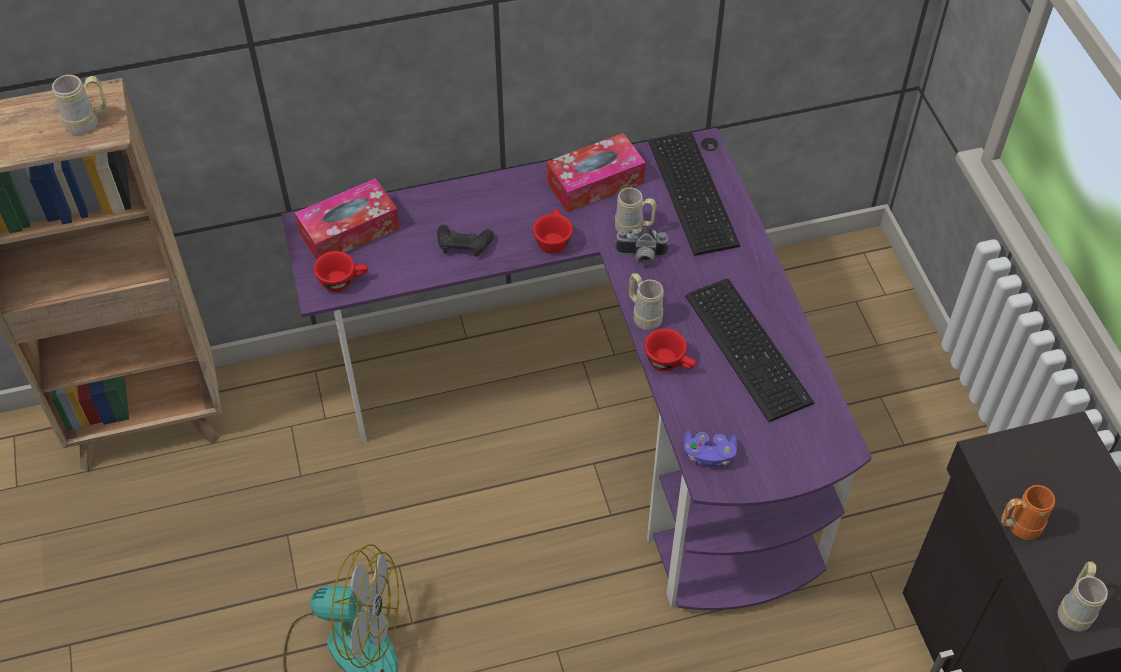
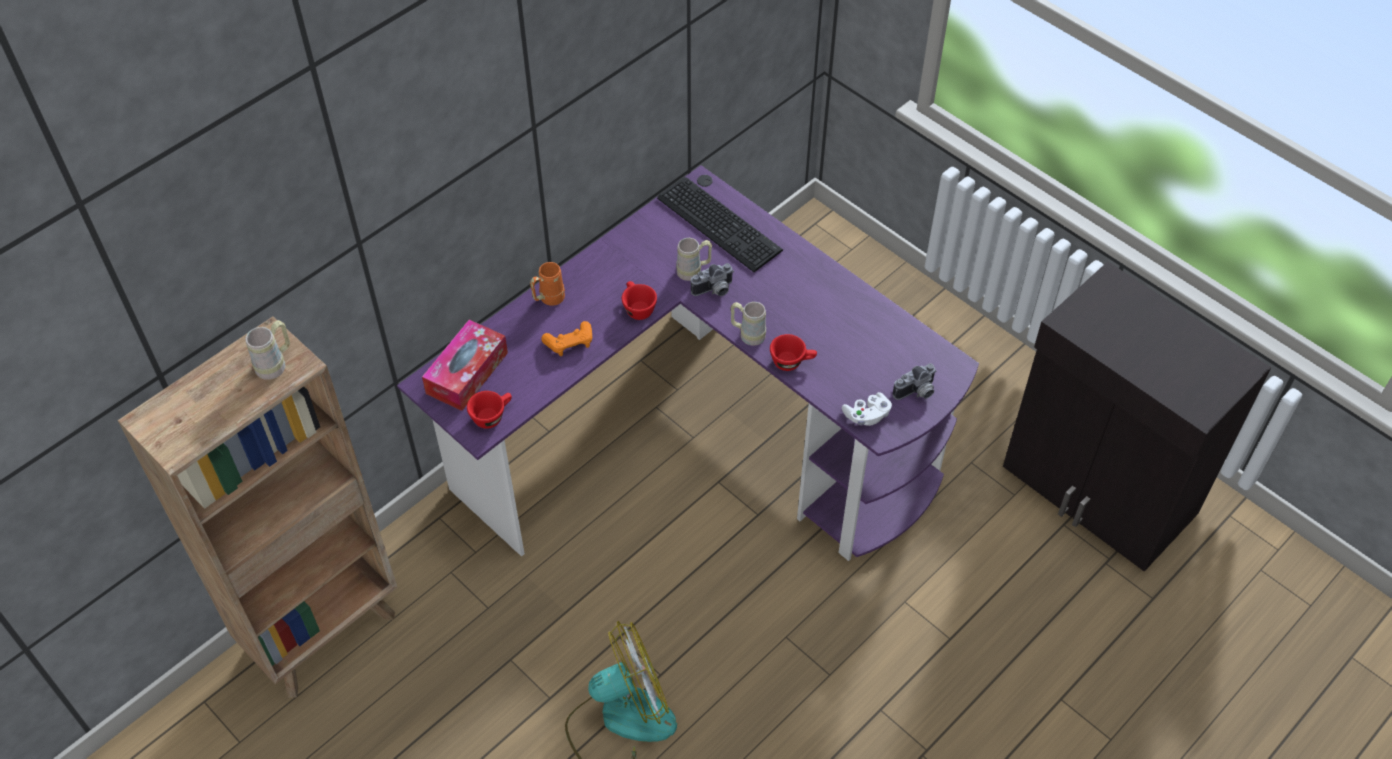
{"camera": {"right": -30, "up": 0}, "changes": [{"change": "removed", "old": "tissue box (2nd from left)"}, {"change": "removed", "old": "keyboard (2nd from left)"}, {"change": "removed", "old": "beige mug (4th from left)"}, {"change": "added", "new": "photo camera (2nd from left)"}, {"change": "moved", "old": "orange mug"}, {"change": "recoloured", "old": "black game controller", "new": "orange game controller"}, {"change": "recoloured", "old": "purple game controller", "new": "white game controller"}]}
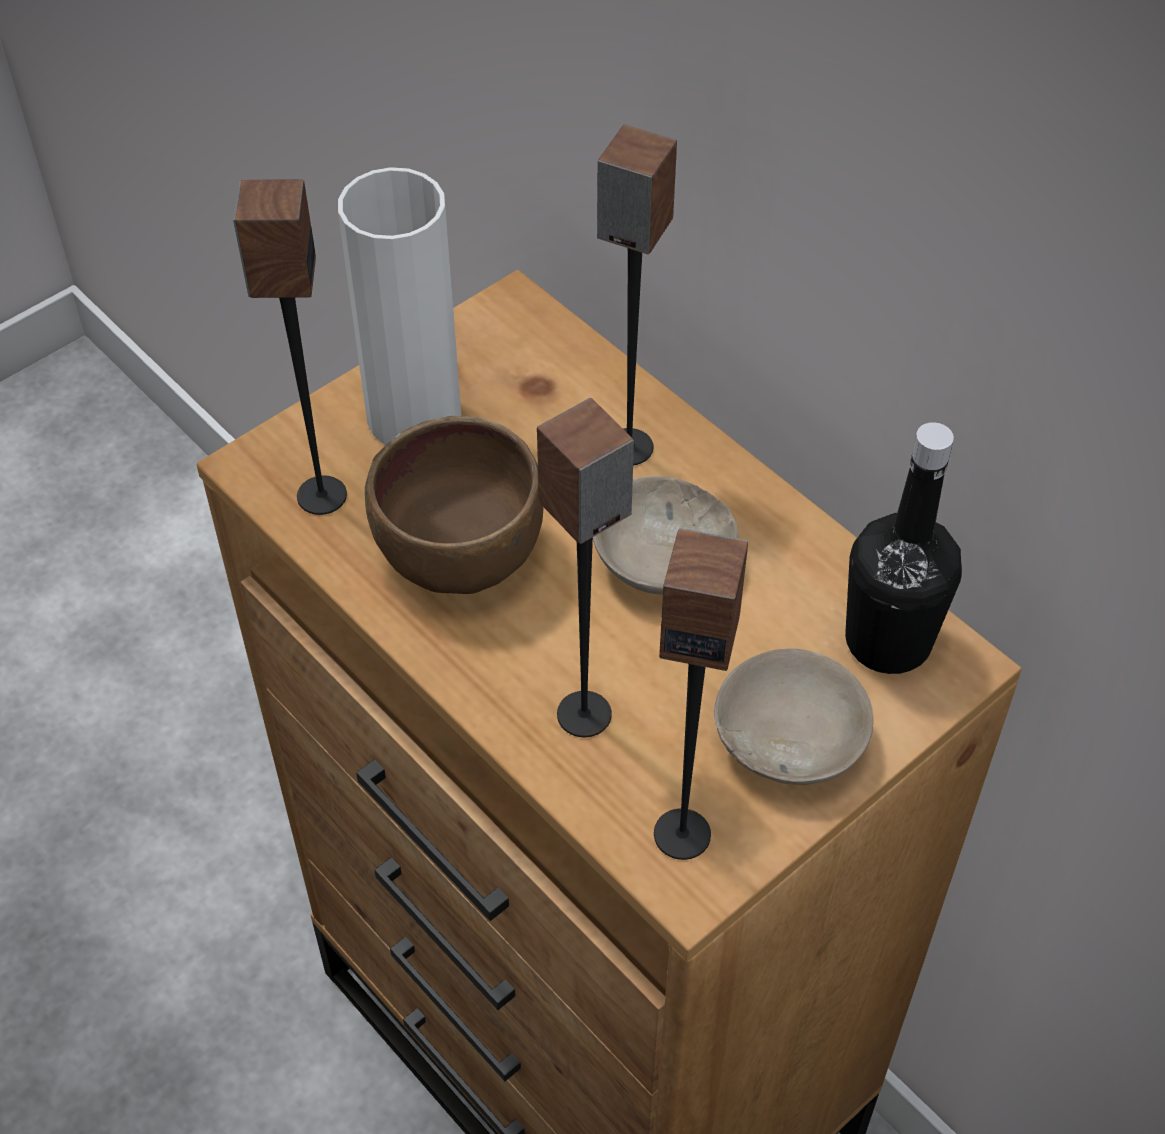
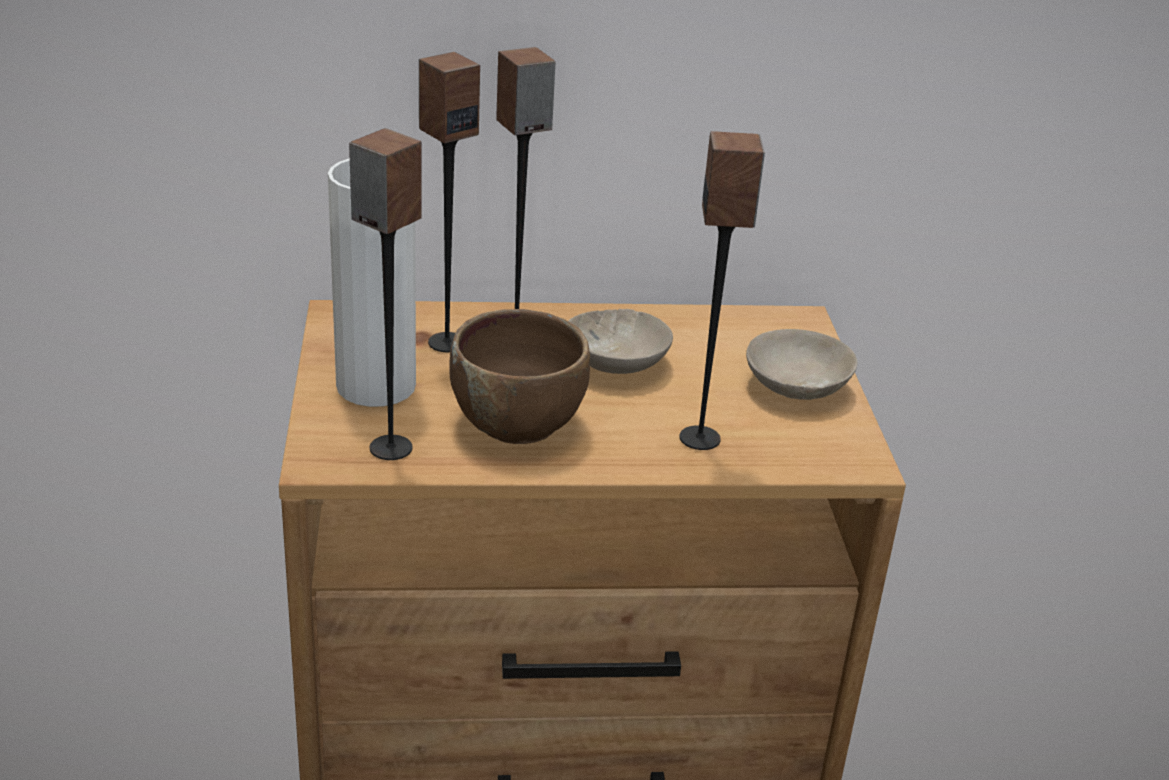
{"camera": {"right": -55, "up": -20}, "changes": [{"change": "removed", "old": "black bottle"}, {"change": "moved", "old": "speaker (4th from left in the first image)", "new": "speaker (2nd from left)"}]}
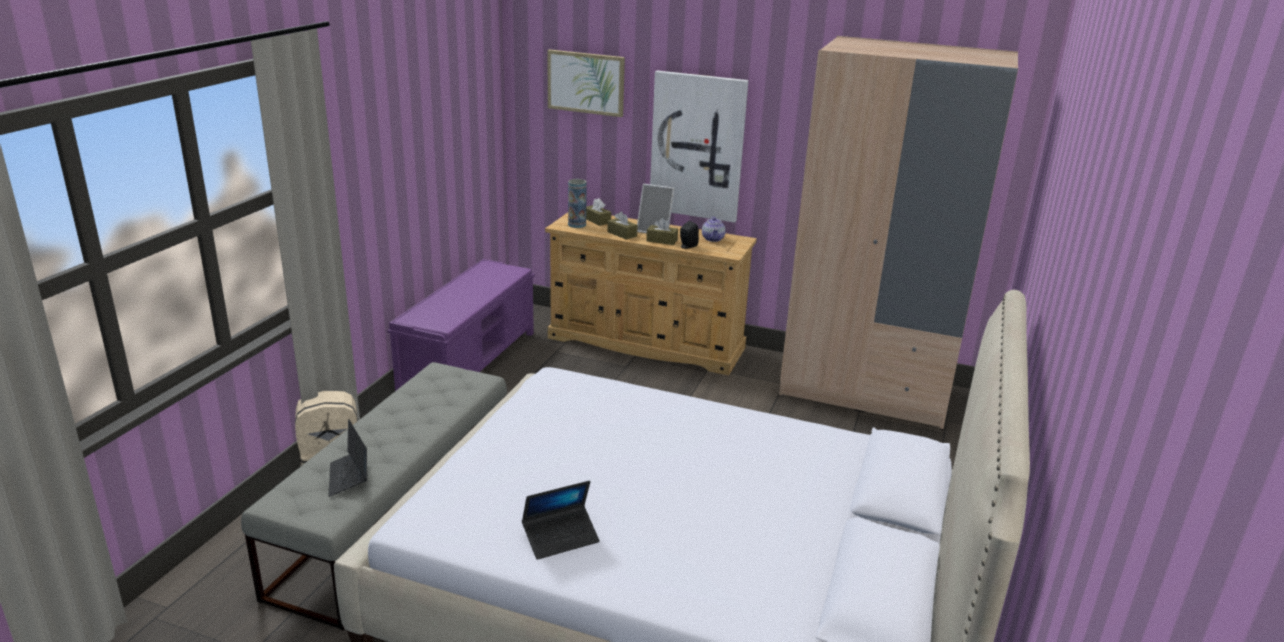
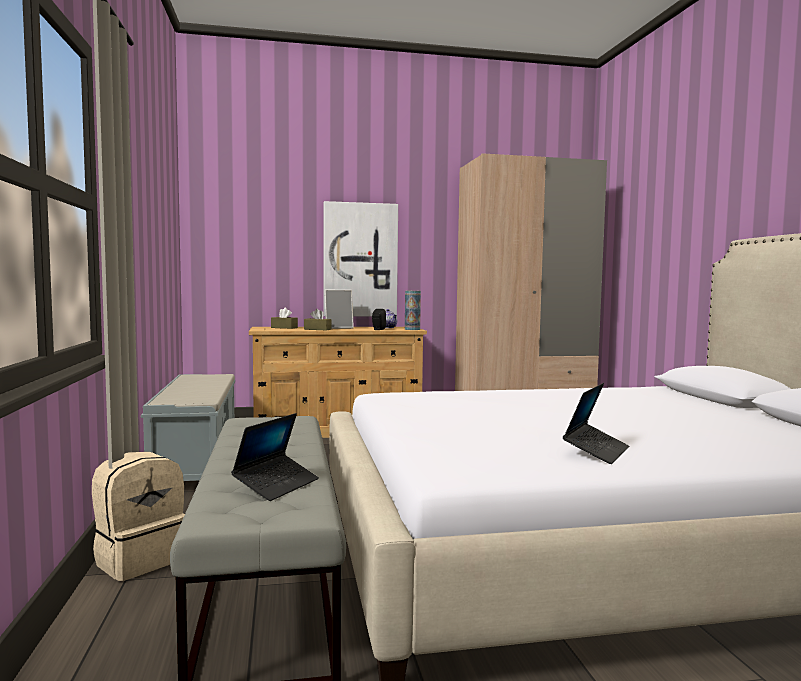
{"camera": {"right": -30, "up": -20}, "changes": [{"change": "removed", "old": "picture (1st from left)"}, {"change": "removed", "old": "brown tissue box (3rd from left)"}, {"change": "moved", "old": "vase"}, {"change": "recoloured", "old": "purple bench", "new": "grey bench (1st from left)"}, {"change": "turned", "old": "laptop (1st from left)", "degrees": -105}]}
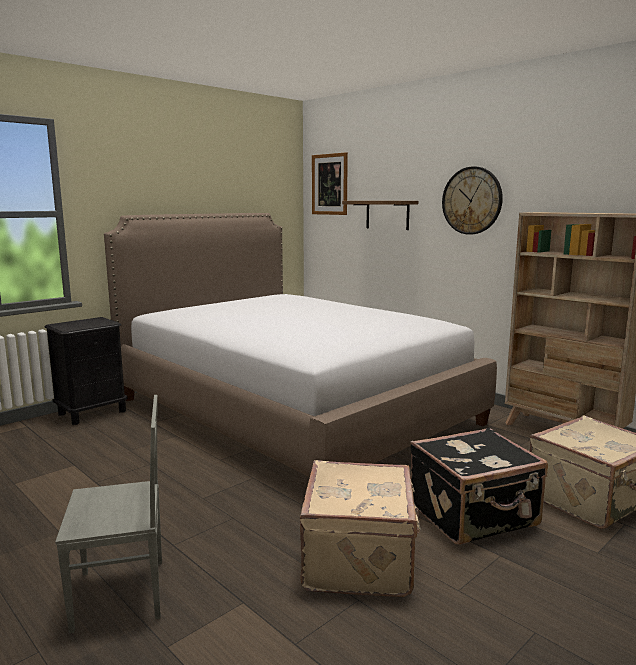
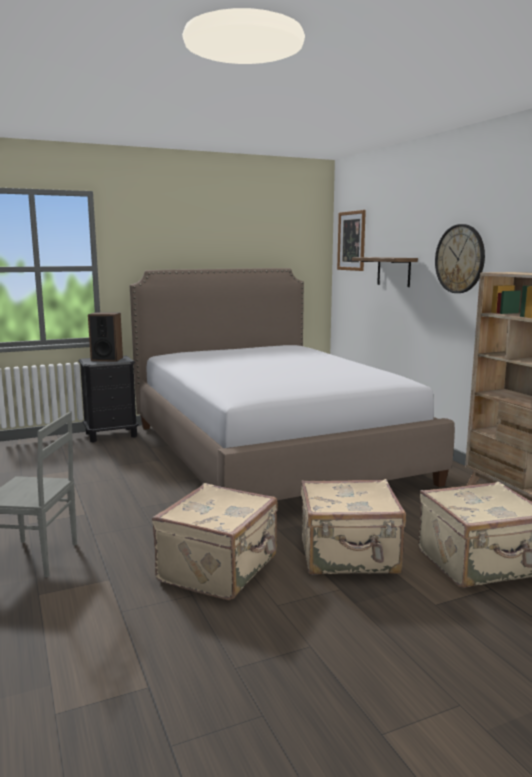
{"camera": {"right": 20, "up": 0}, "changes": [{"change": "added", "new": "speaker"}, {"change": "recoloured", "old": "black suitcase", "new": "beige suitcase (2nd from left)"}]}
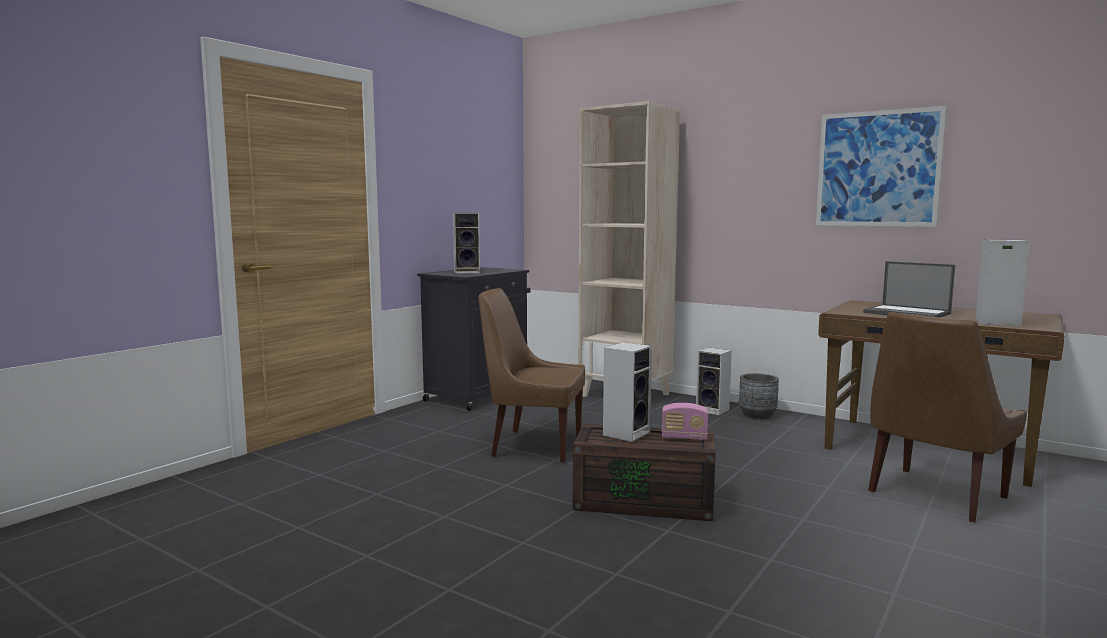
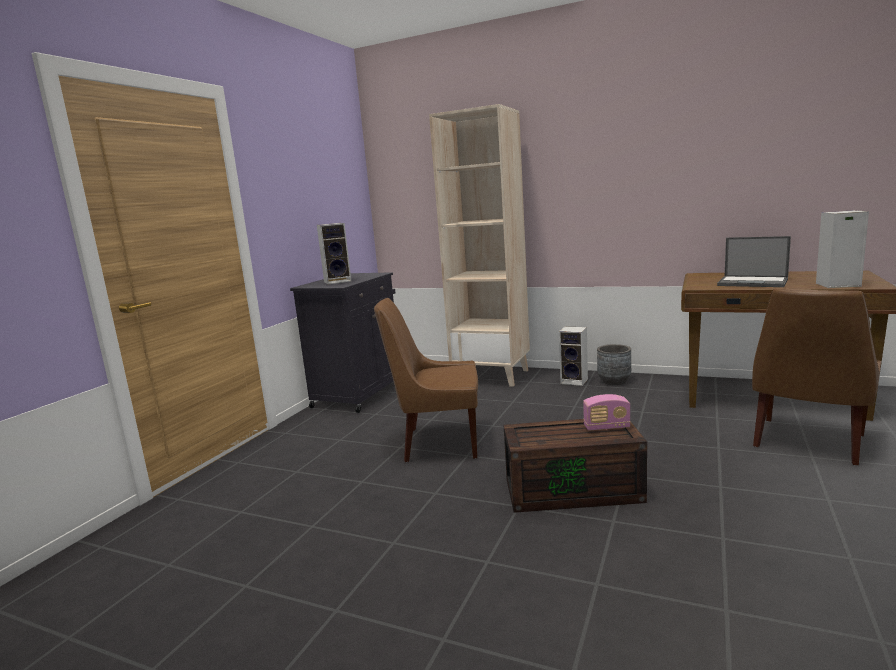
{"camera": {"right": -10, "up": 5}, "changes": [{"change": "removed", "old": "speaker (2nd from left)"}, {"change": "removed", "old": "picture"}]}
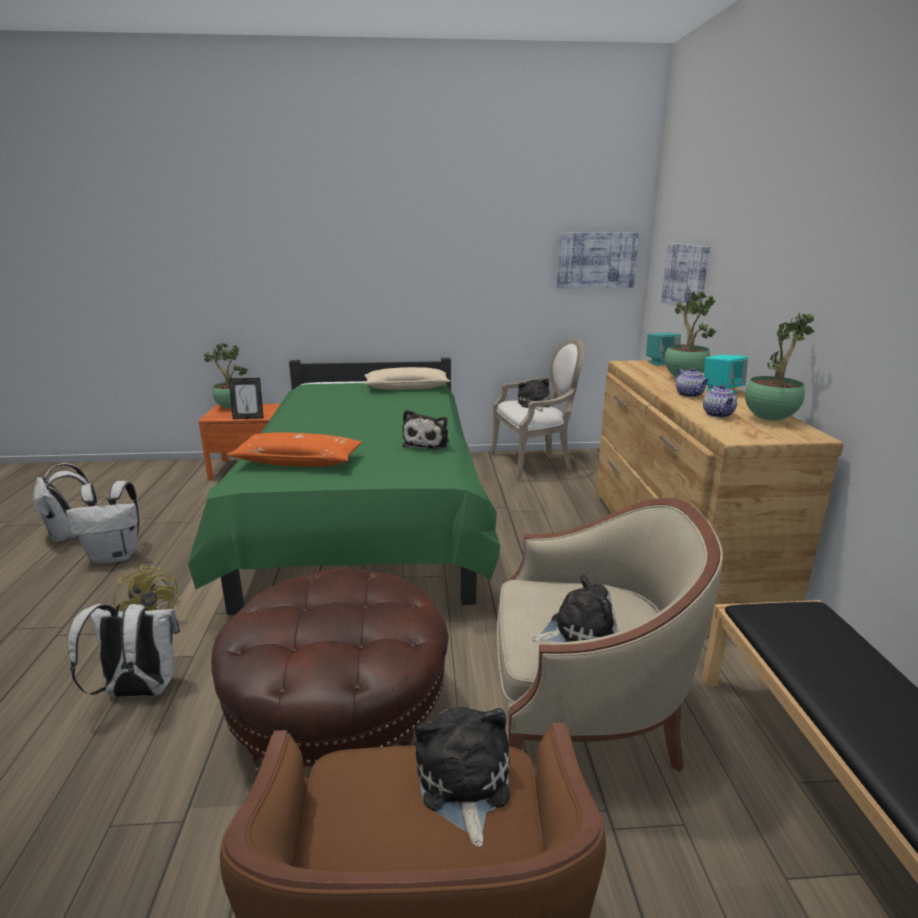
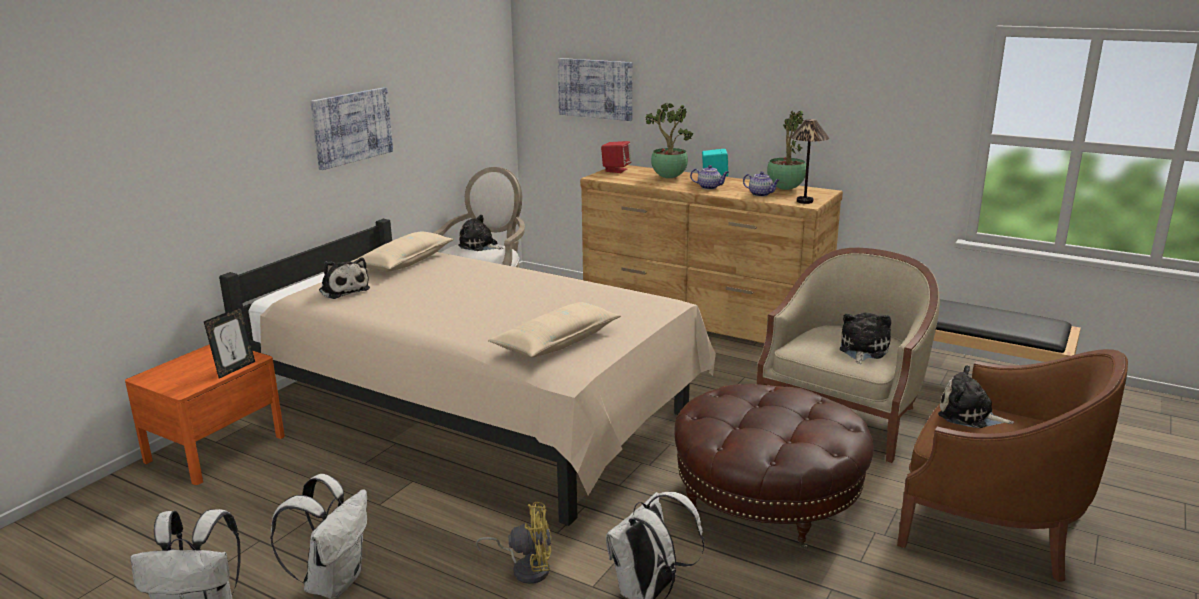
{"camera": {"right": -55, "up": 0}, "changes": [{"change": "removed", "old": "potted plant (1st from left)"}, {"change": "added", "new": "table lamp"}, {"change": "moved", "old": "plush toy (1st from left)"}, {"change": "moved", "old": "picture (1st from left)"}, {"change": "recoloured", "old": "green bed", "new": "beige bed"}, {"change": "recoloured", "old": "orange pillow", "new": "beige pillow (2nd from left)"}, {"change": "recoloured", "old": "turquoise speaker (1st from left)", "new": "red speaker"}]}
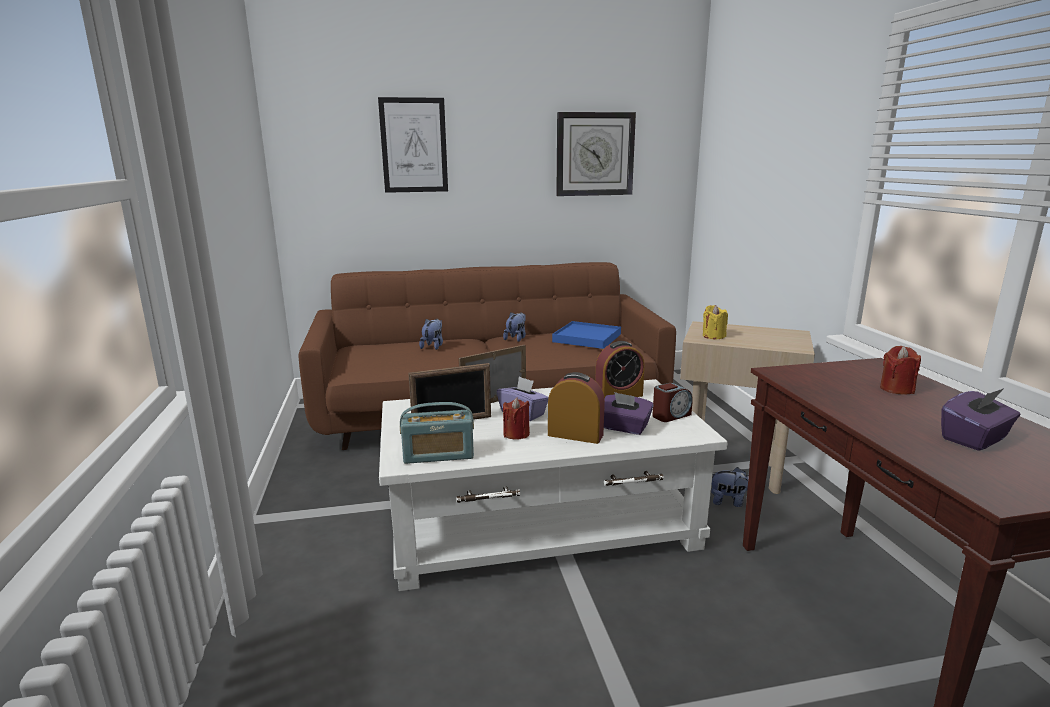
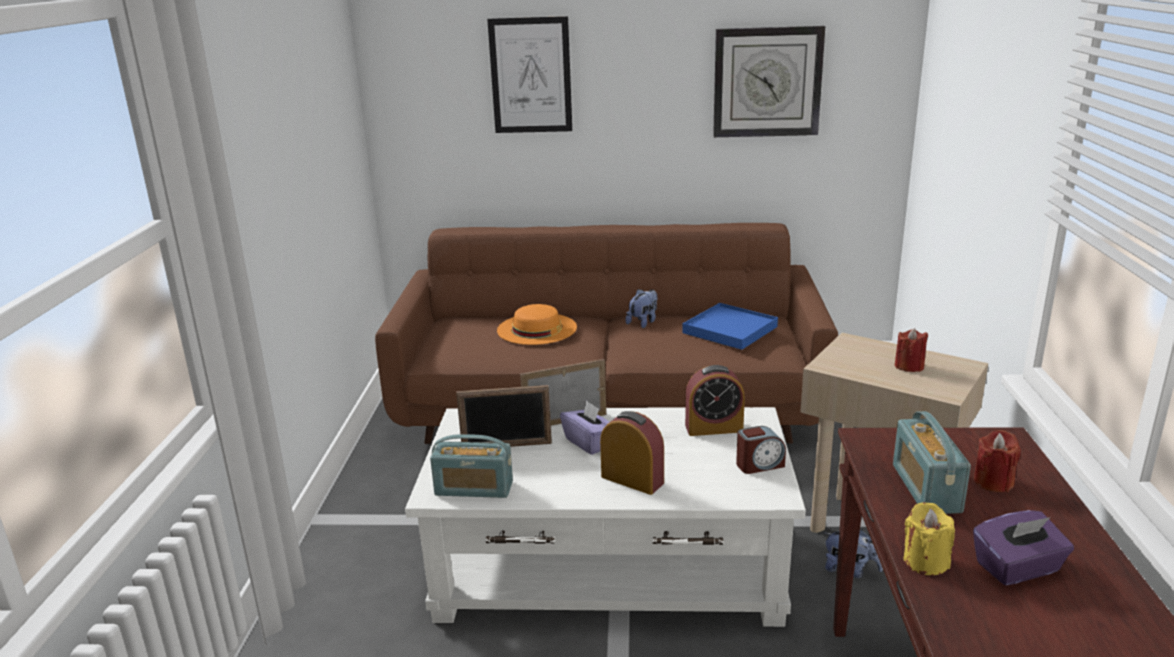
{"camera": {"right": 15, "up": 5}, "changes": [{"change": "removed", "old": "purple tissue box (2nd from left)"}, {"change": "added", "new": "radio (2nd from left)"}, {"change": "moved", "old": "red candle (1st from left)"}, {"change": "moved", "old": "yellow candle"}, {"change": "replaced", "old": "plush toy (1st from left)", "new": "orange hat"}]}
